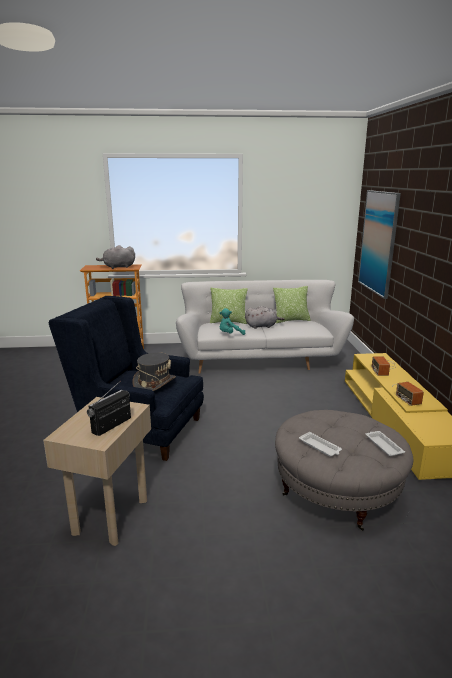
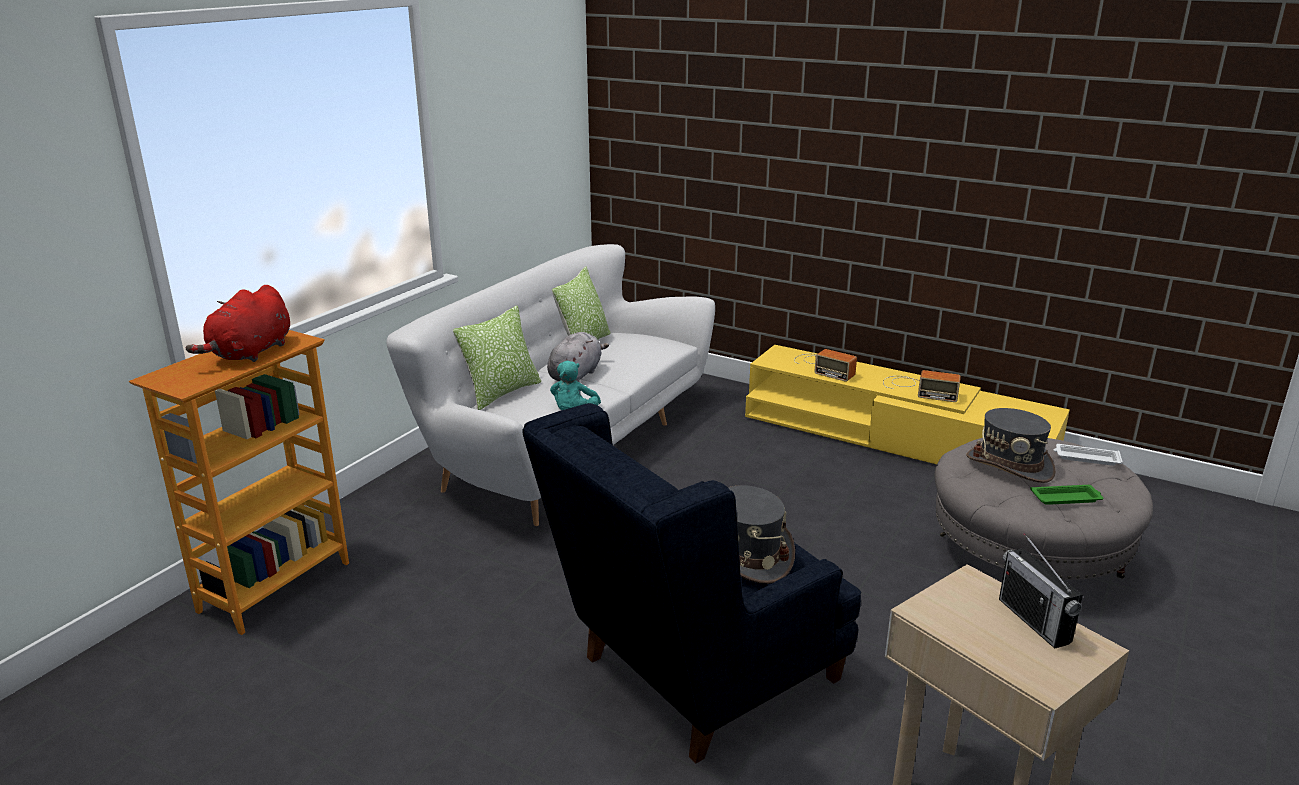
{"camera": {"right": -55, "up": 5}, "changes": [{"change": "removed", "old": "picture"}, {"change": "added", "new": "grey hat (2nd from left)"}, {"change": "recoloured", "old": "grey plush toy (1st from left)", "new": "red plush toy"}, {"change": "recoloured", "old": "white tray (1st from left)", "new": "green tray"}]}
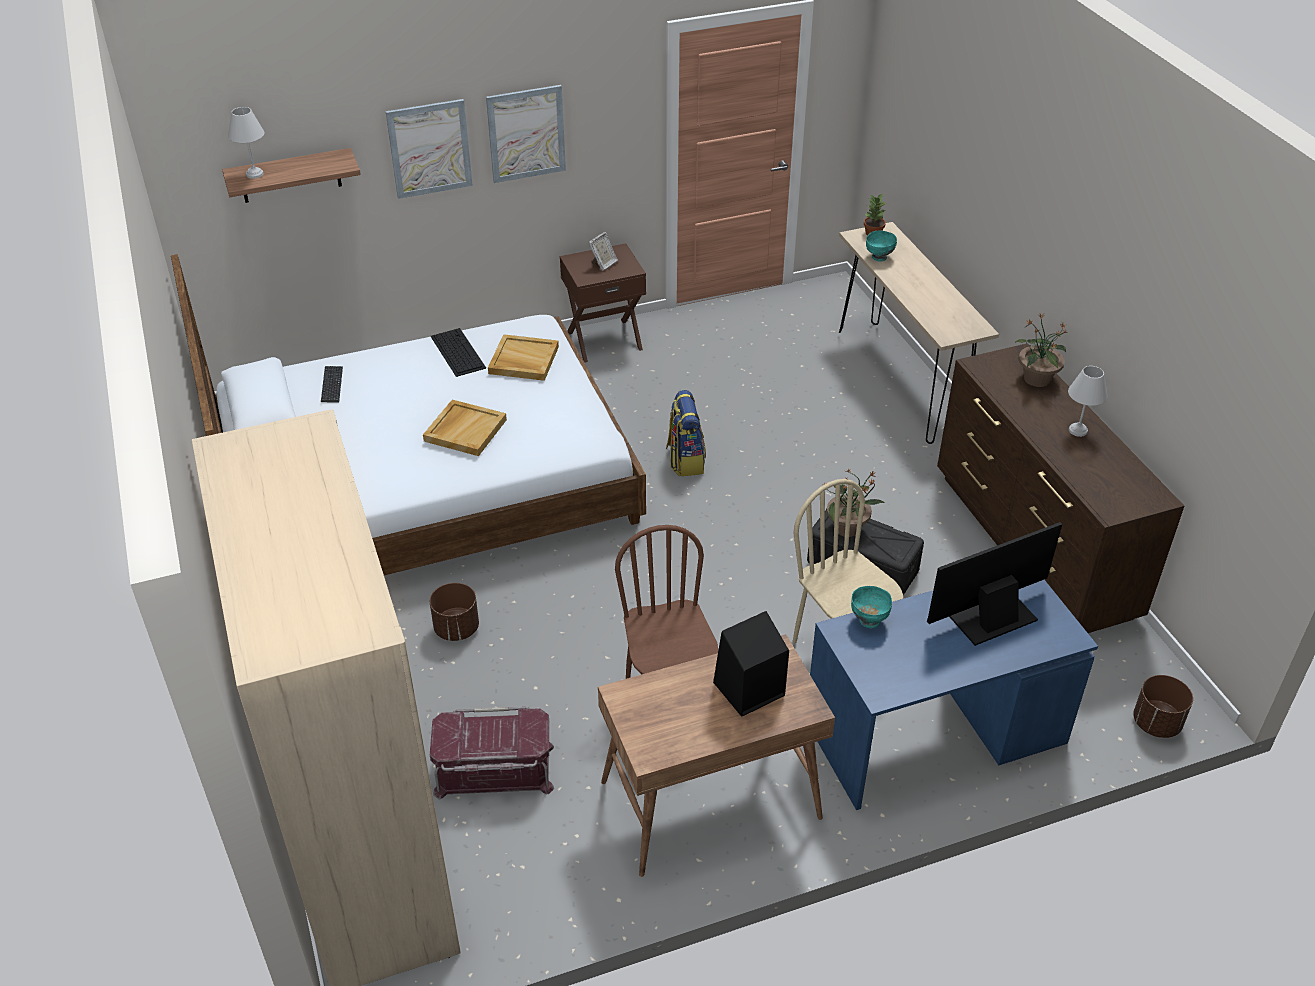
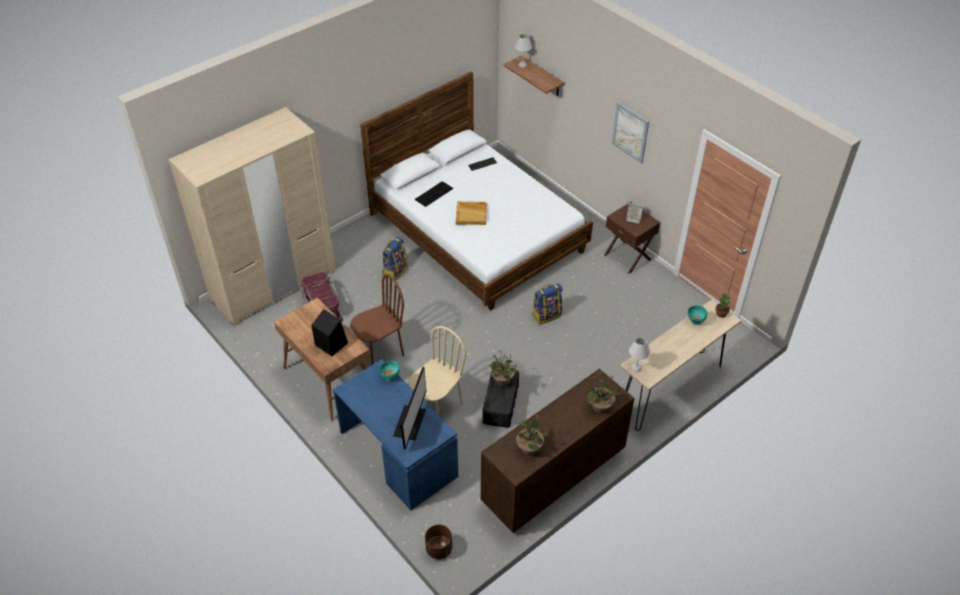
{"camera": {"right": 70, "up": 5}, "changes": [{"change": "removed", "old": "picture (1st from left)"}, {"change": "removed", "old": "beige tray (2nd from left)"}, {"change": "added", "new": "potted plant (2nd from left)"}, {"change": "moved", "old": "keyboard (2nd from left in the first image)", "new": "keyboard (1st from left)"}, {"change": "moved", "old": "white table lamp (2nd from left)"}, {"change": "replaced", "old": "brown planter (1st from left)", "new": "backpack (1st from left)"}, {"change": "turned", "old": "monitor", "degrees": 60}]}
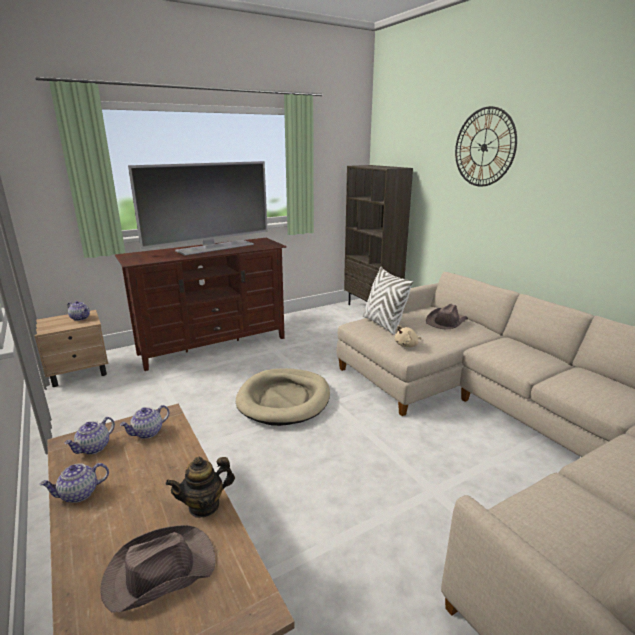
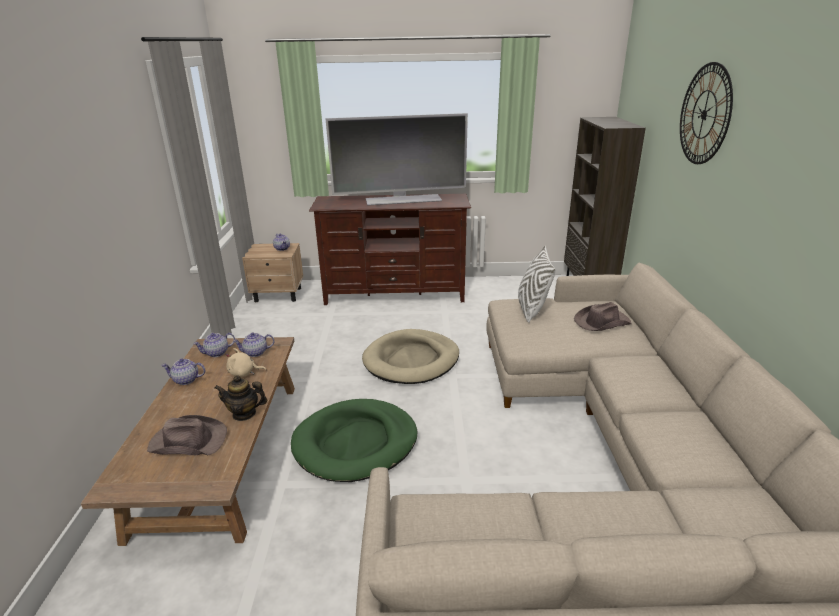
{"camera": {"right": 30, "up": 5}, "changes": [{"change": "added", "new": "green dog bed"}, {"change": "moved", "old": "beige plush toy"}]}
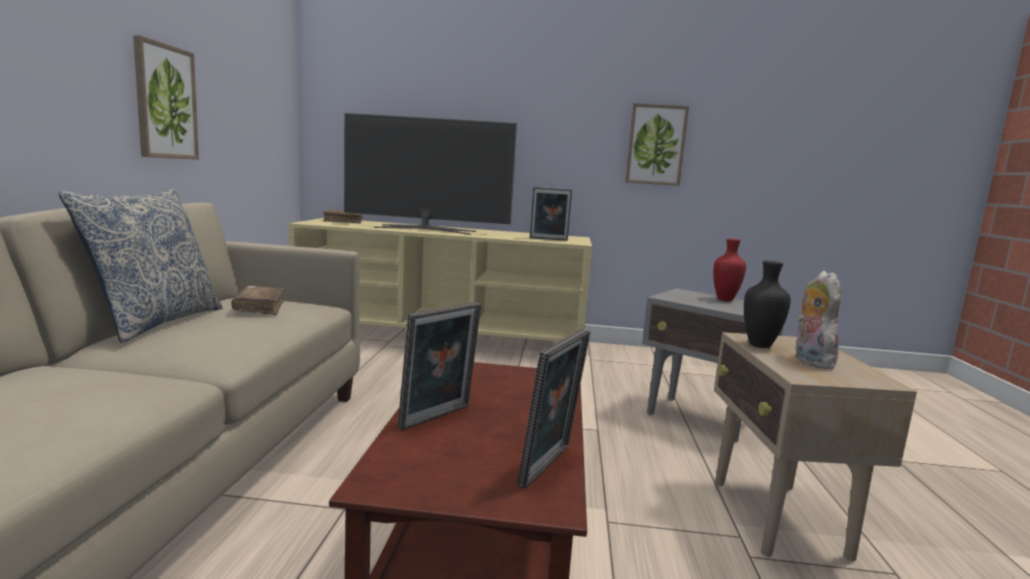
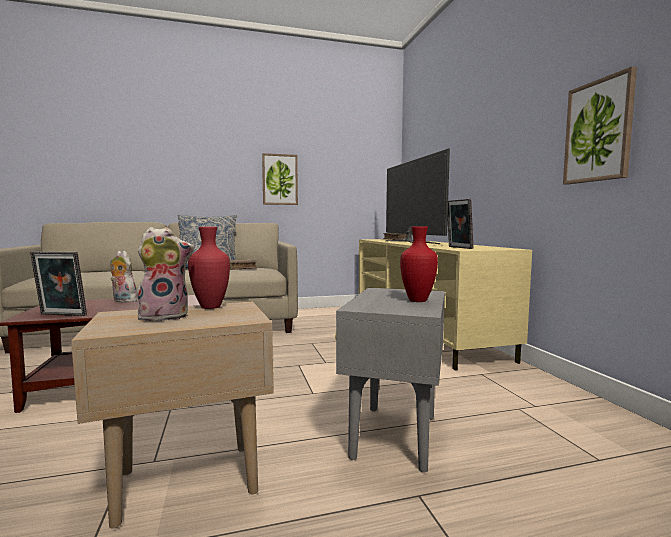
{"camera": {"right": 70, "up": -5}, "changes": [{"change": "replaced", "old": "picture frame (1st from left)", "new": "plush toy (1st from left)"}, {"change": "recoloured", "old": "black vase", "new": "red vase (1st from left)"}]}
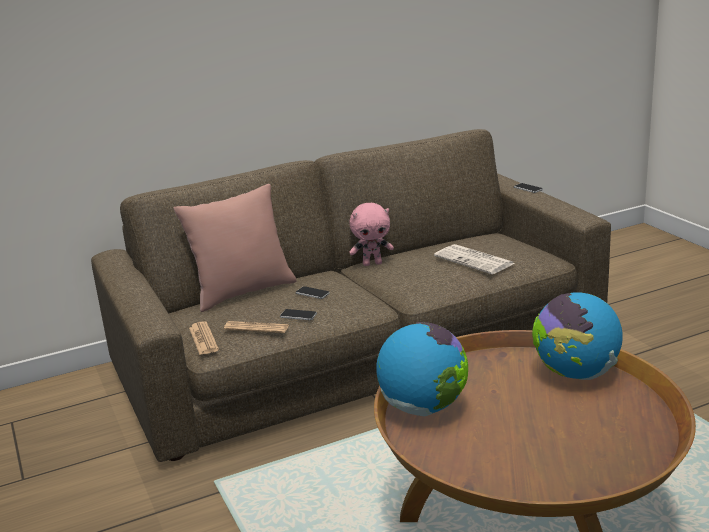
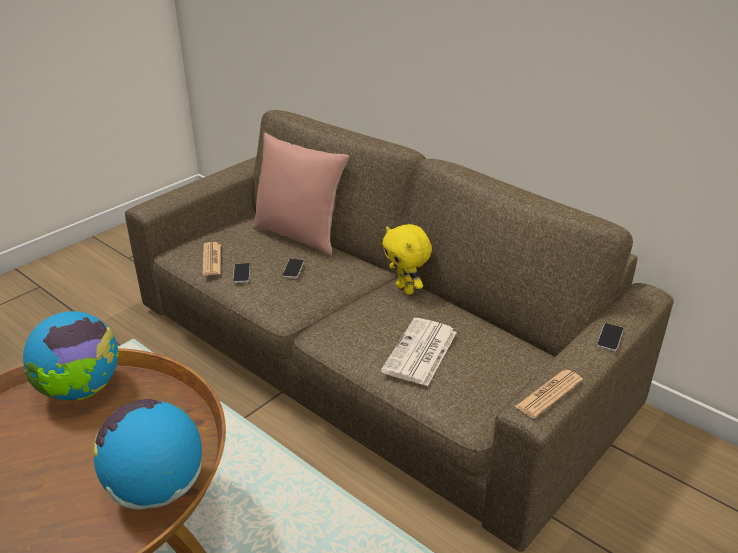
{"camera": {"right": 65, "up": 10}, "changes": [{"change": "moved", "old": "newspaper (1st from left in the first image)", "new": "newspaper (3rd from left)"}, {"change": "recoloured", "old": "pink plush toy", "new": "yellow plush toy"}]}
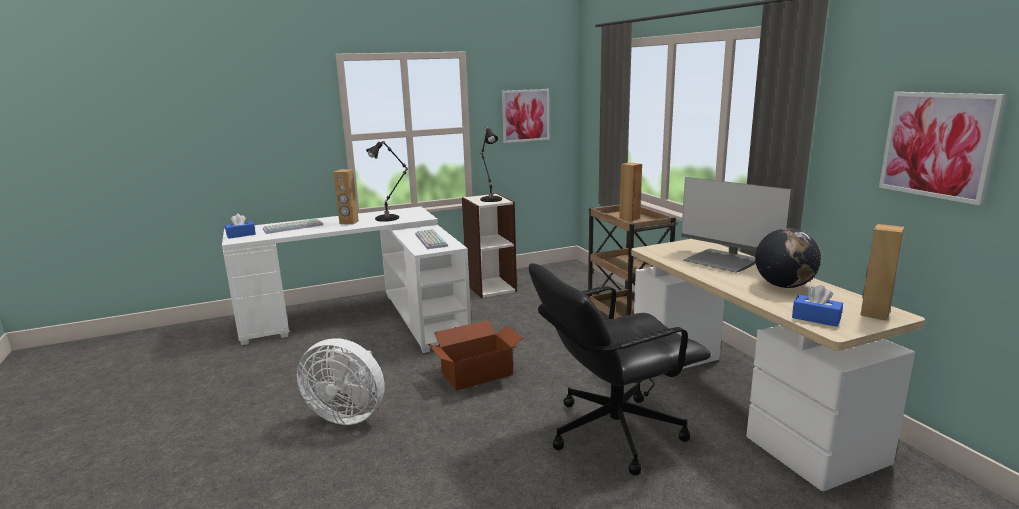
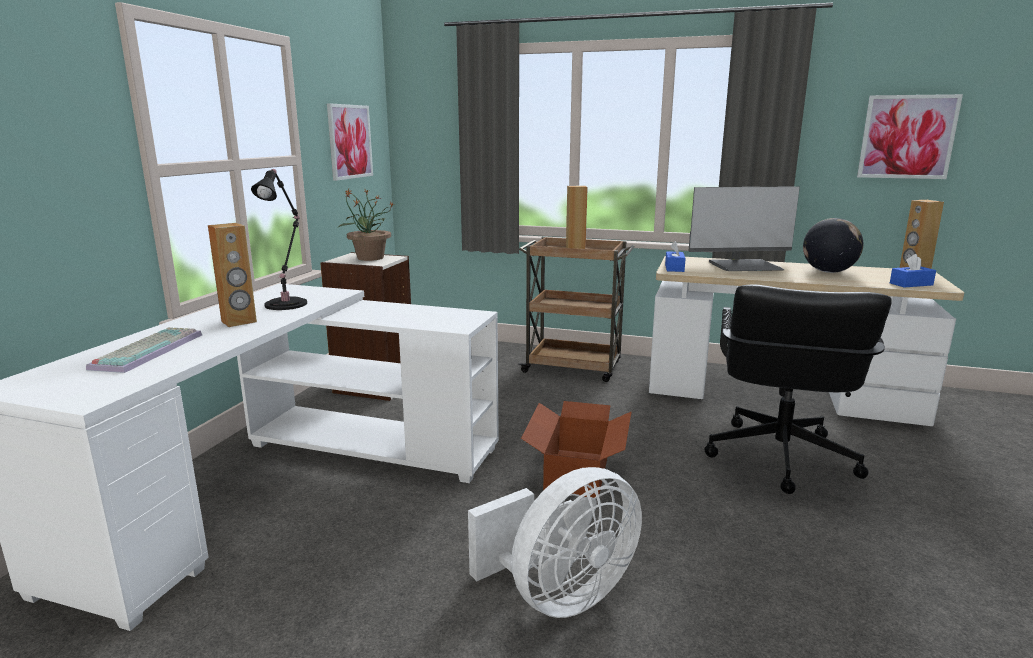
{"camera": {"right": -50, "up": 0}, "changes": [{"change": "removed", "old": "keyboard (2nd from left)"}, {"change": "moved", "old": "blue tissue box (1st from left)"}, {"change": "replaced", "old": "black table lamp (2nd from left)", "new": "potted plant"}]}
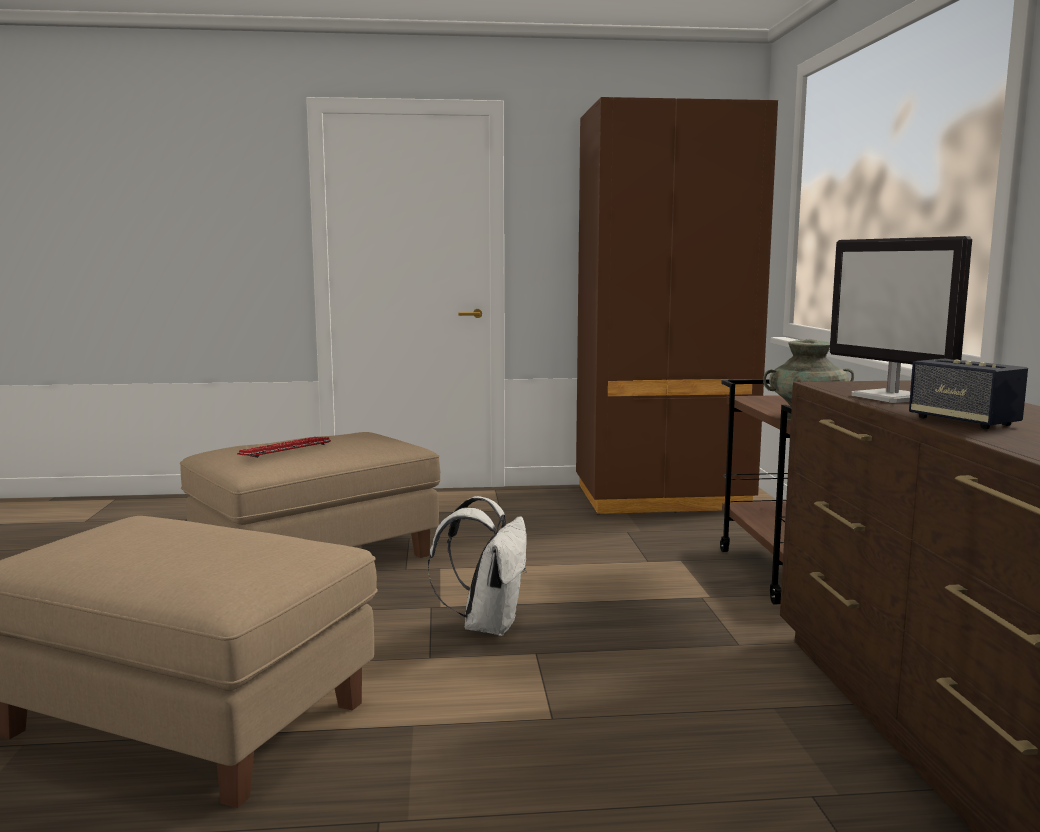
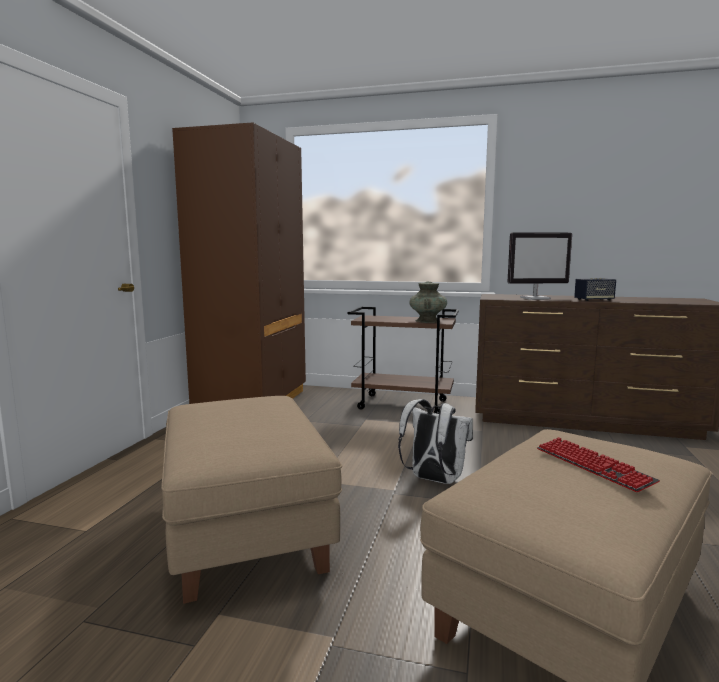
{"camera": {"right": -70, "up": 0}, "changes": [{"change": "moved", "old": "keyboard"}]}
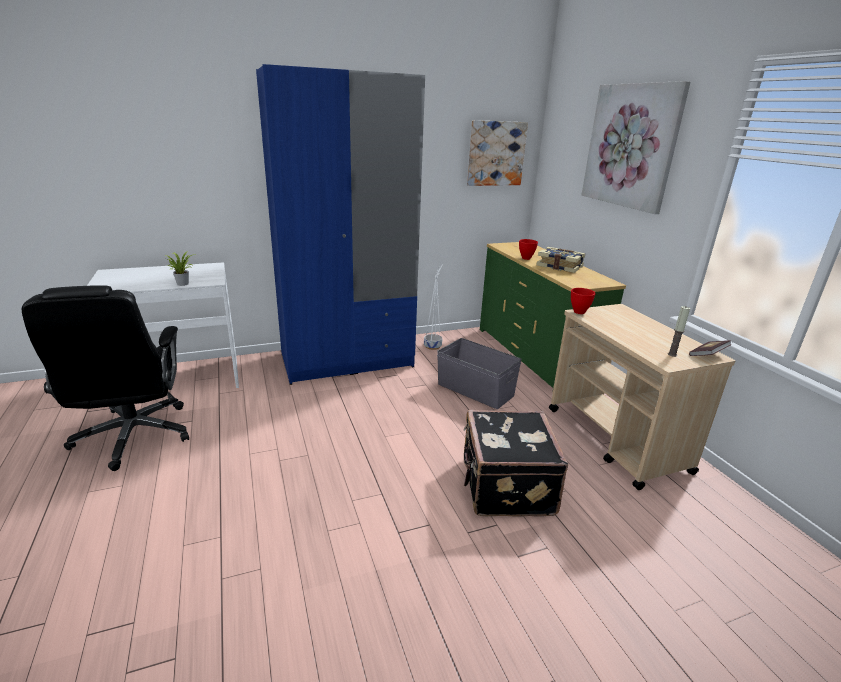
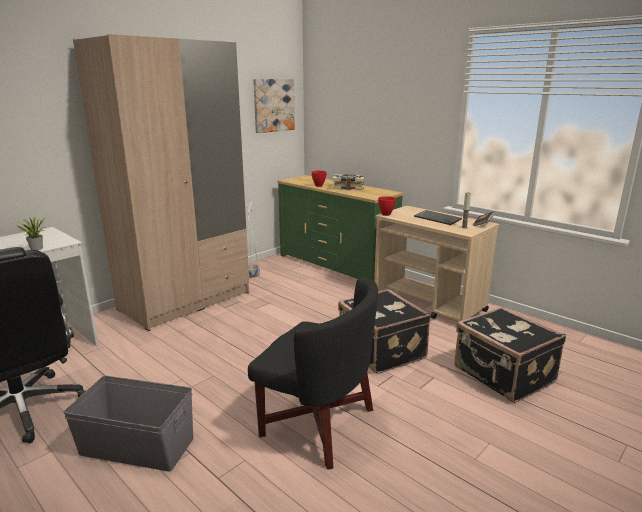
{"camera": {"right": -25, "up": -5}, "changes": [{"change": "removed", "old": "picture (2nd from left)"}, {"change": "added", "new": "black armchair"}, {"change": "added", "new": "keyboard"}, {"change": "added", "new": "black suitcase (2nd from left)"}, {"change": "moved", "old": "grey storage box"}, {"change": "recoloured", "old": "blue wardrobe", "new": "beige wardrobe"}]}
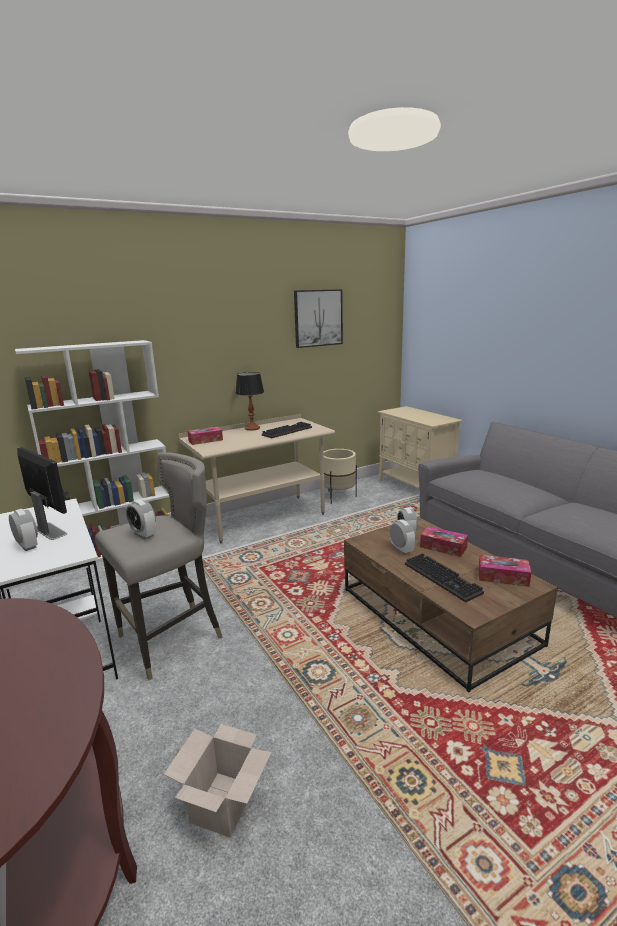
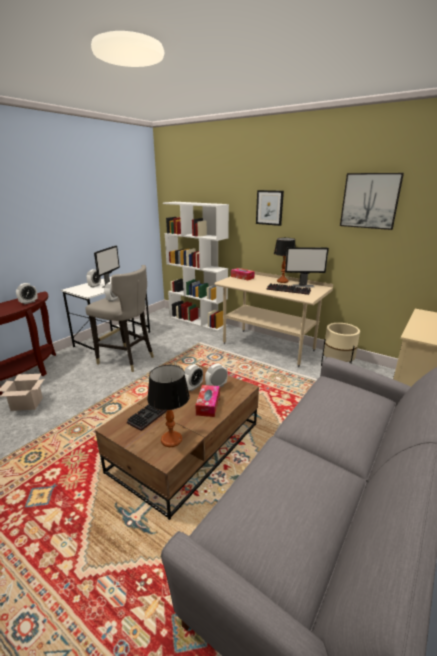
{"camera": {"right": 65, "up": 5}, "changes": [{"change": "added", "new": "alarm clock (1st from left)"}, {"change": "added", "new": "picture (1st from left)"}, {"change": "added", "new": "monitor (2nd from left)"}, {"change": "replaced", "old": "tissue box (3rd from left)", "new": "table lamp (1st from left)"}]}
